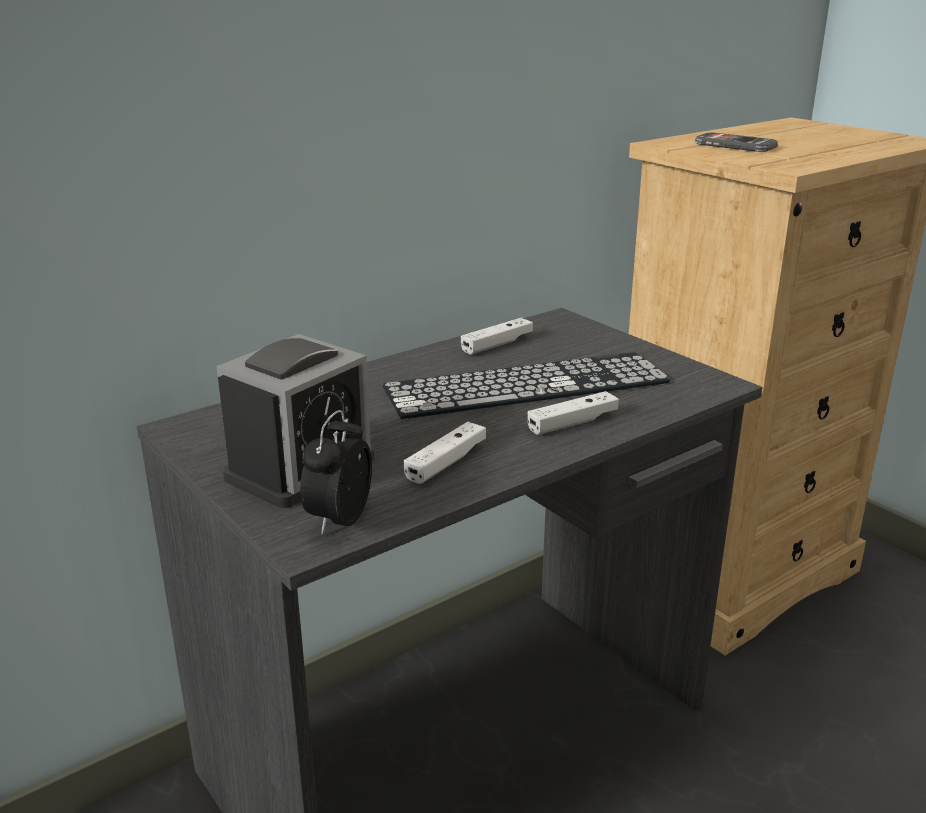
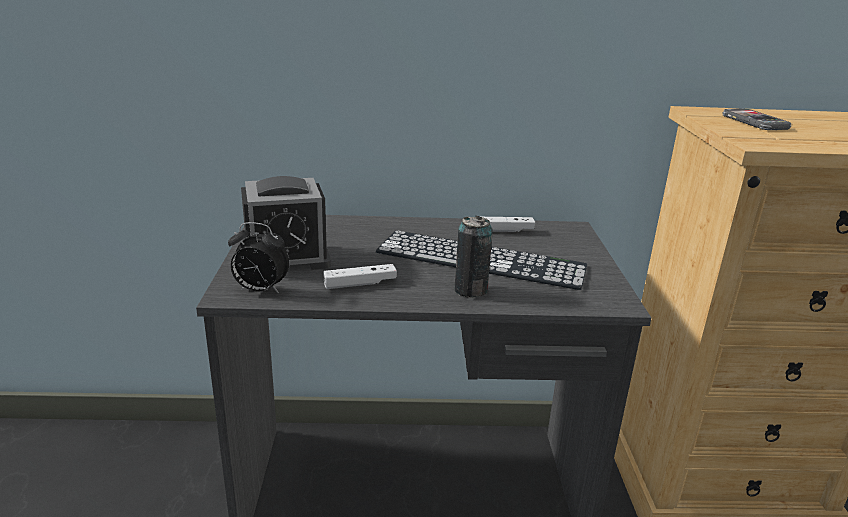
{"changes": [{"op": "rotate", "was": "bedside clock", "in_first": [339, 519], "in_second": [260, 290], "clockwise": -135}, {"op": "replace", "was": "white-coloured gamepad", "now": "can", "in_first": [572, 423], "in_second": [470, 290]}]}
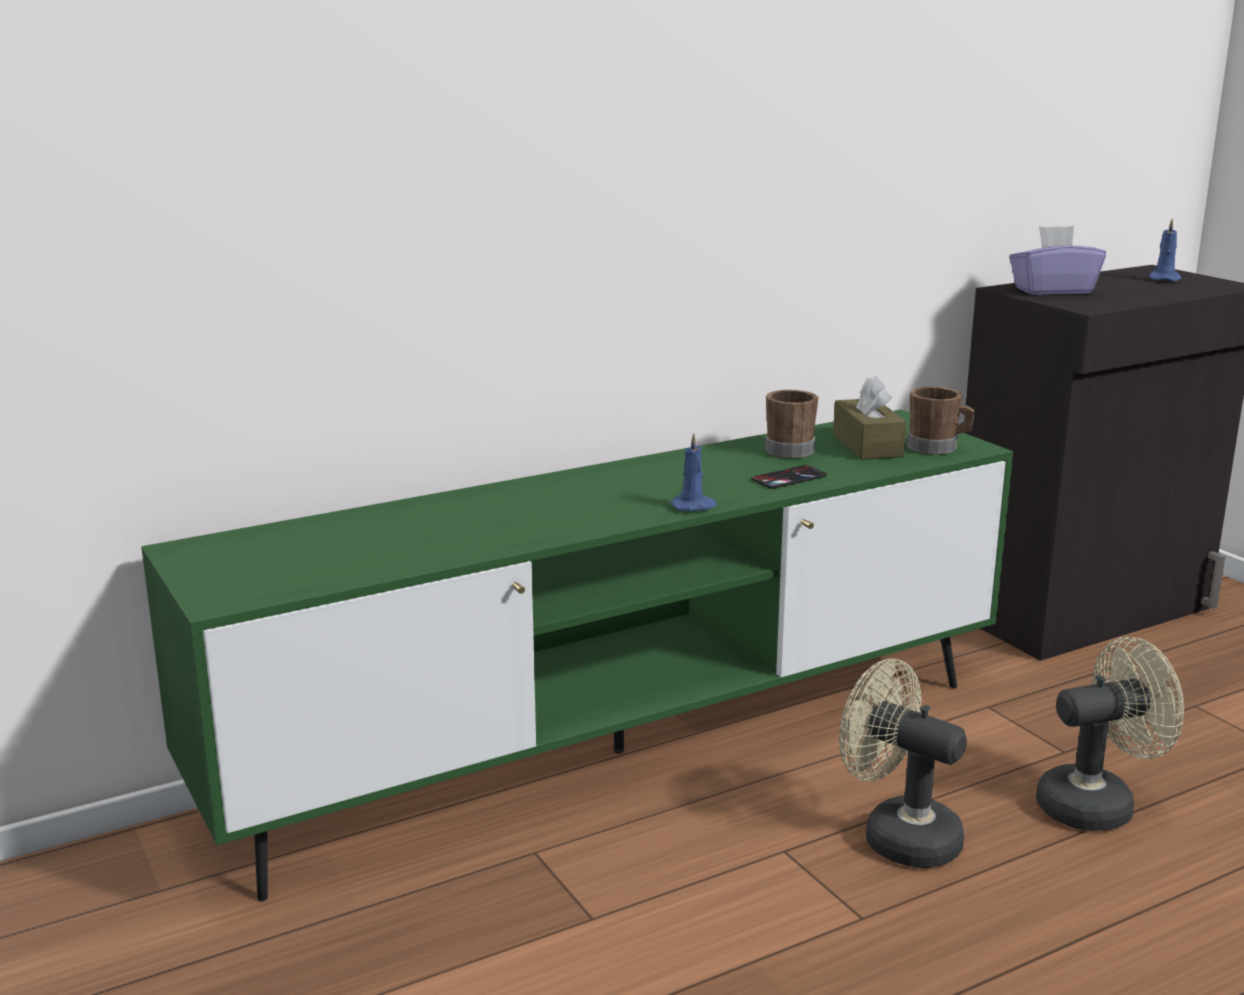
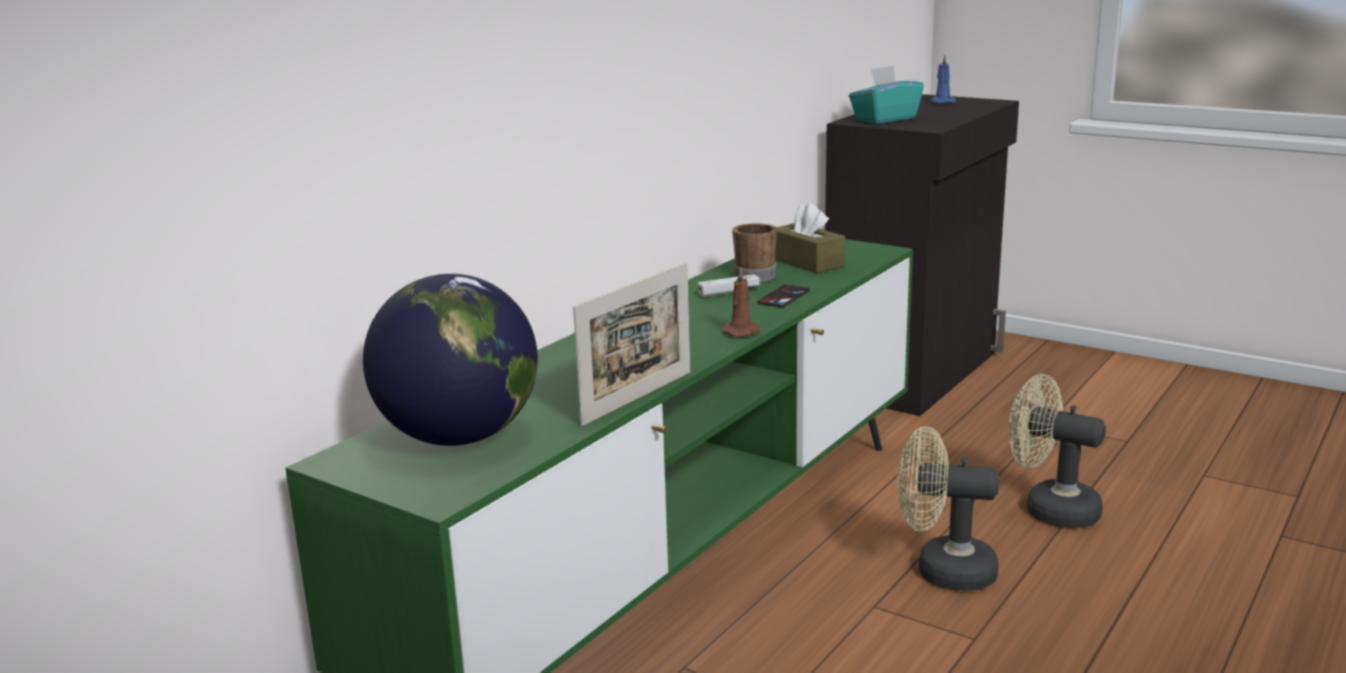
{"changes": [{"op": "recolor", "was": "blue wax candle", "now": "brownish wax candle", "in_first": [694, 506], "in_second": [742, 332]}, {"op": "delete", "was": "brownish coffee mug", "in_first": [938, 448]}, {"op": "recolor", "was": "purple-coloured tissue holder", "now": "blue-green tissue holder", "in_first": [1052, 290], "in_second": [884, 119]}, {"op": "rotate", "was": "sand-coloured electric fan", "in_first": [1097, 804], "in_second": [1050, 509], "clockwise": -105}, {"op": "insert", "now": "desk globe", "in_second": [459, 437]}, {"op": "insert", "now": "picture frame", "in_second": [638, 397]}, {"op": "insert", "now": "white-coloured gamepad", "in_second": [728, 292]}]}
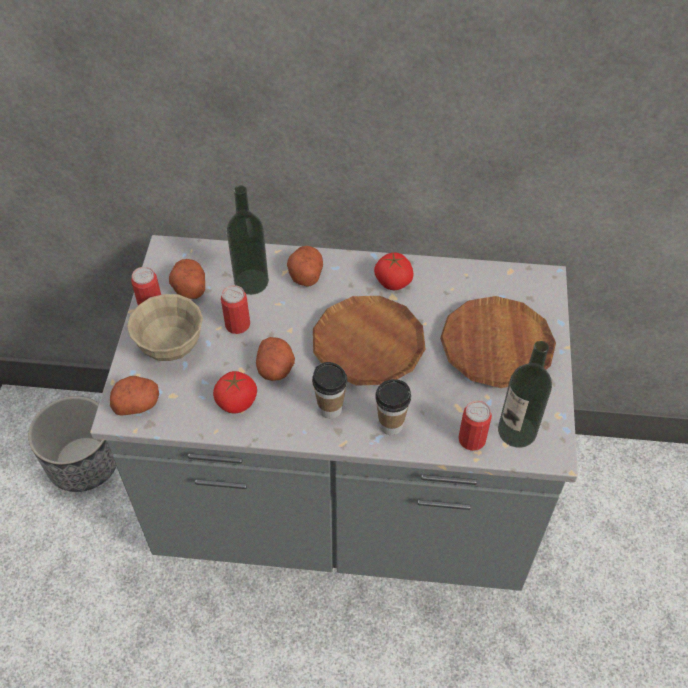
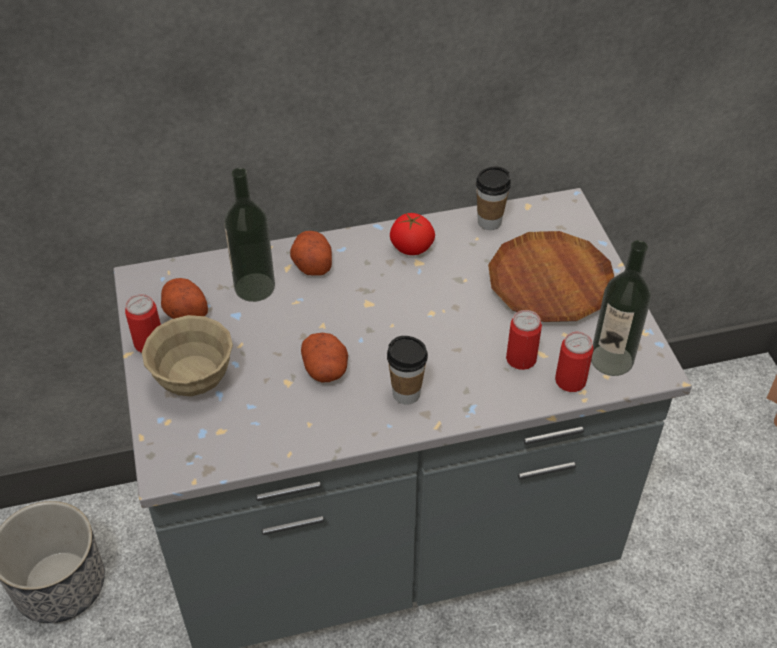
{"changes": [{"op": "delete", "was": "potato", "in_first": [137, 403]}, {"op": "delete", "was": "fresh tomato", "in_first": [236, 402]}, {"op": "move", "was": "can", "in_first": [237, 324], "in_second": [521, 359]}, {"op": "delete", "was": "brownish flat dish", "in_first": [368, 345]}, {"op": "move", "was": "cup", "in_first": [391, 425], "in_second": [489, 222]}]}
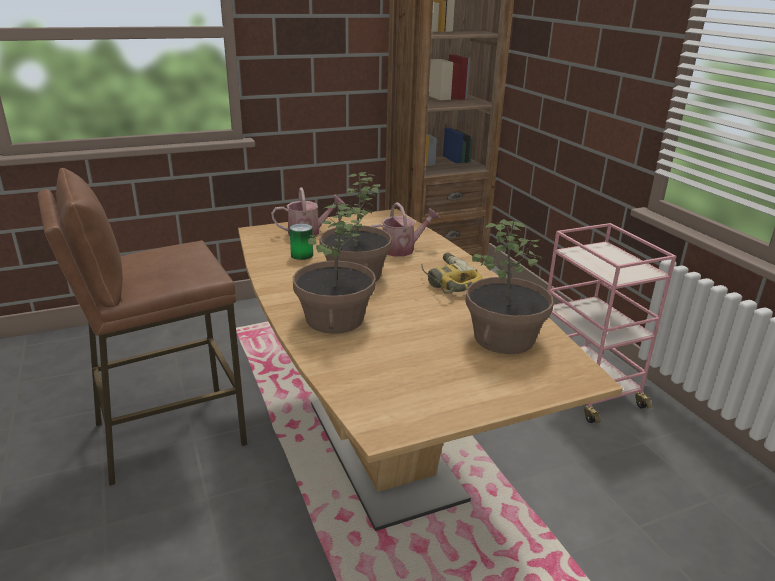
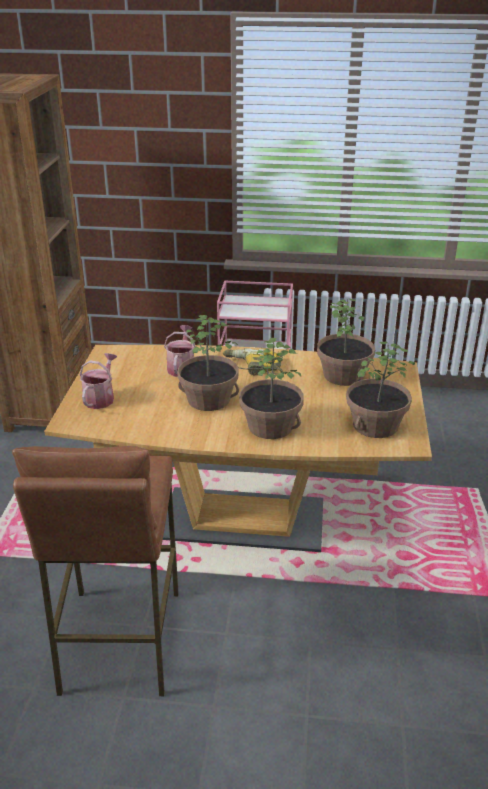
{"changes": [{"op": "delete", "was": "can", "in_first": [302, 255]}, {"op": "insert", "now": "plant in a pot", "in_second": [375, 425]}]}
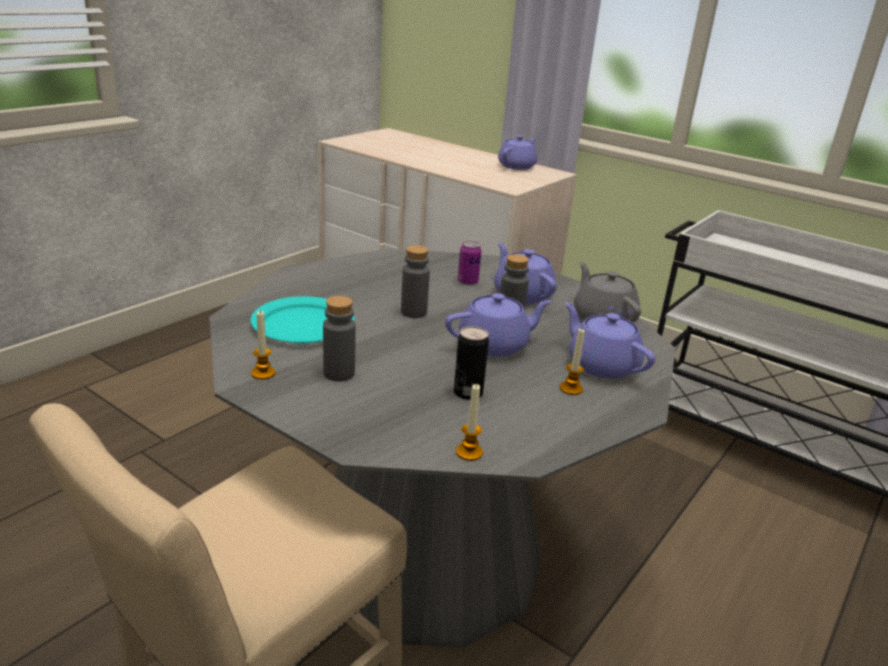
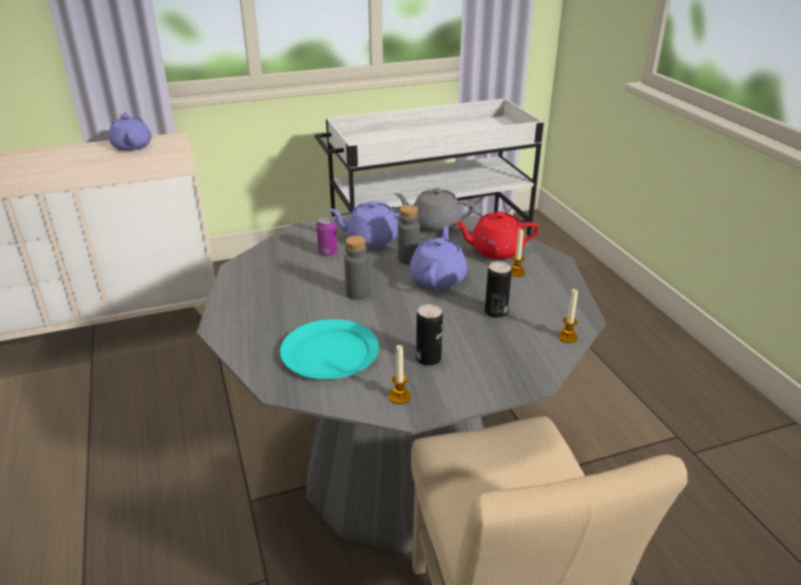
{"changes": [{"op": "replace", "was": "gray drink bottle", "now": "can", "in_first": [339, 373], "in_second": [428, 359]}, {"op": "recolor", "was": "purple-coloured teapot", "now": "red-coloured teapot", "in_first": [601, 365], "in_second": [495, 250]}]}
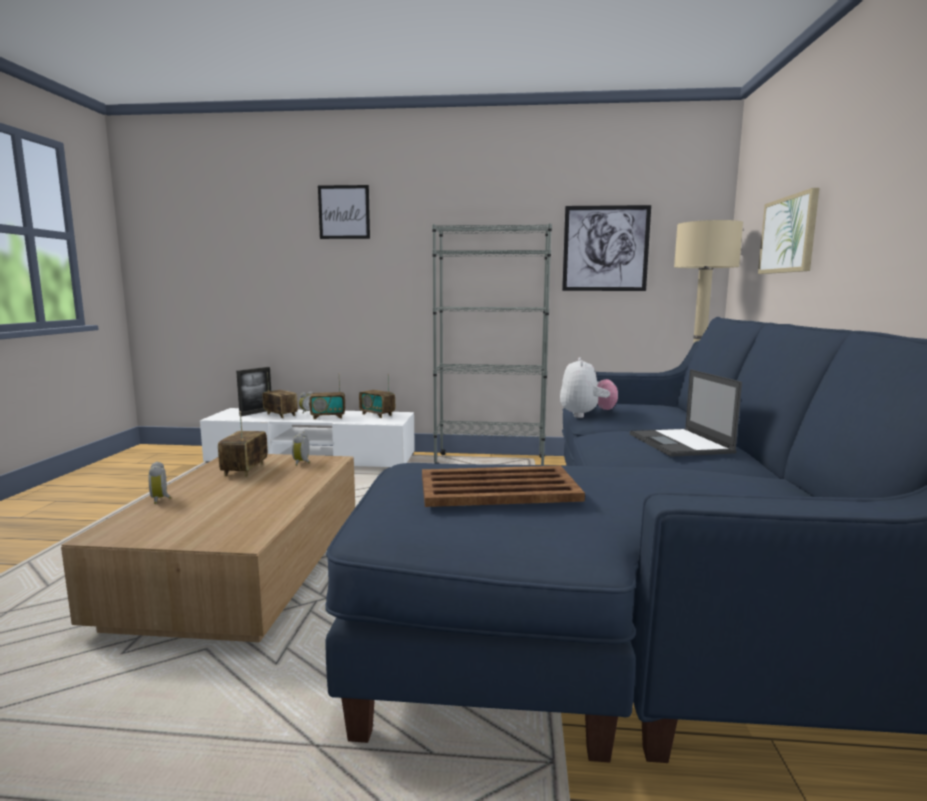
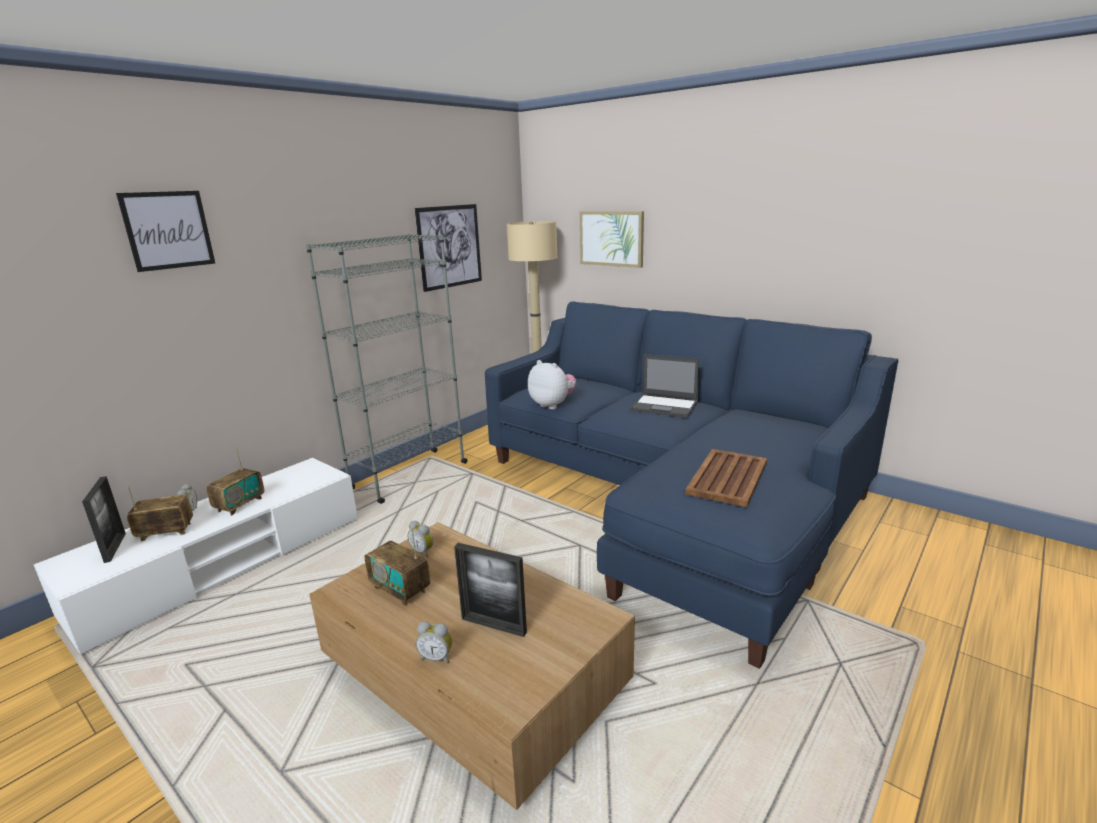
{"changes": [{"op": "delete", "was": "radio", "in_first": [377, 415]}, {"op": "insert", "now": "picture frame", "in_second": [493, 625]}]}
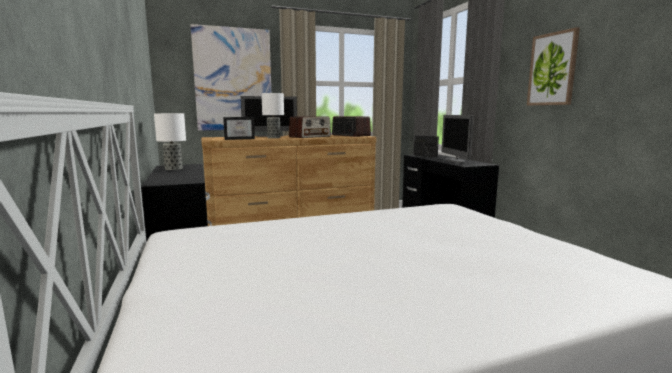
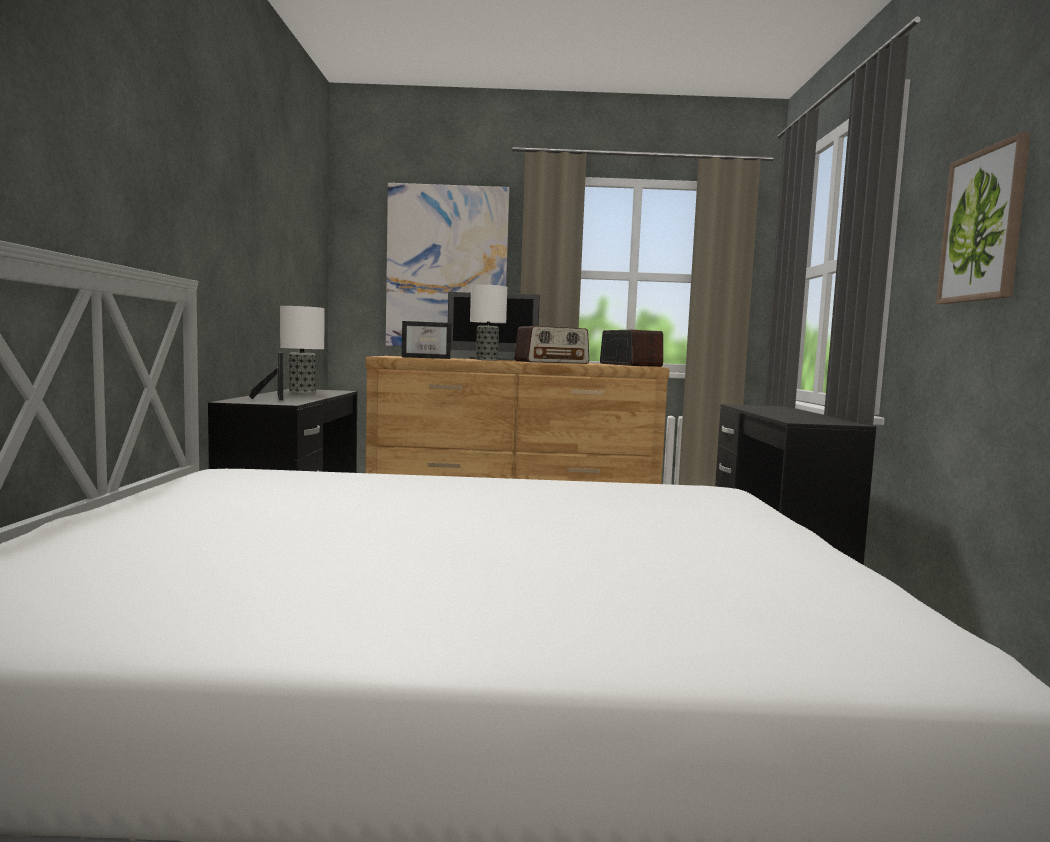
{"changes": [{"op": "move", "was": "picture frame", "in_first": [423, 156], "in_second": [273, 397]}, {"op": "delete", "was": "computer screen", "in_first": [455, 161]}]}
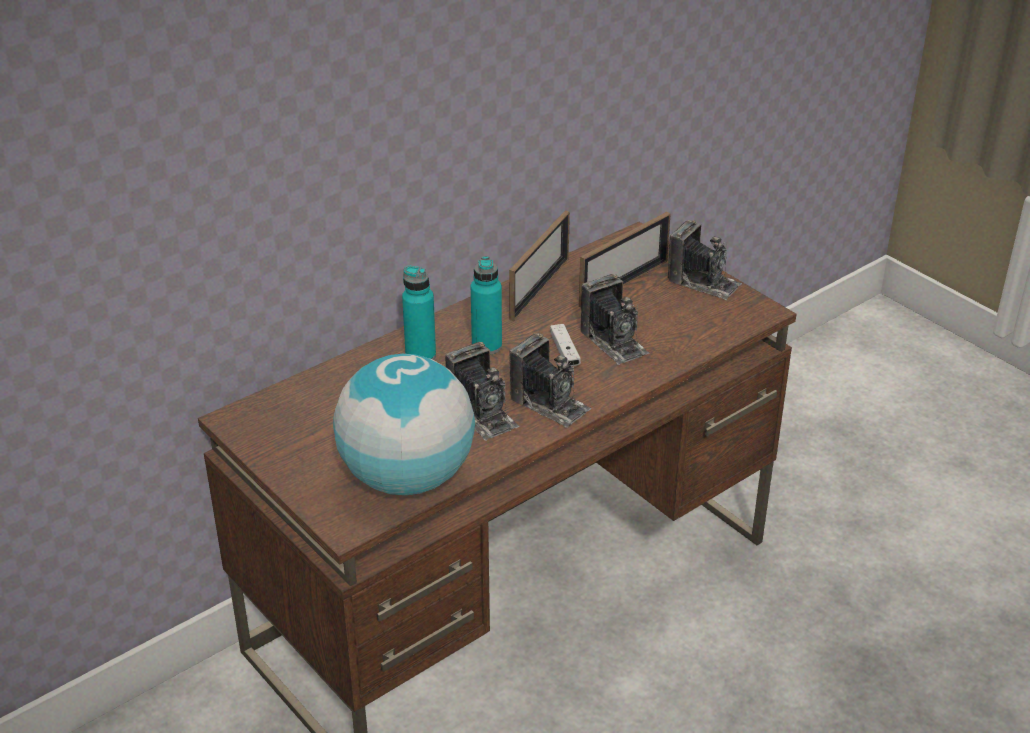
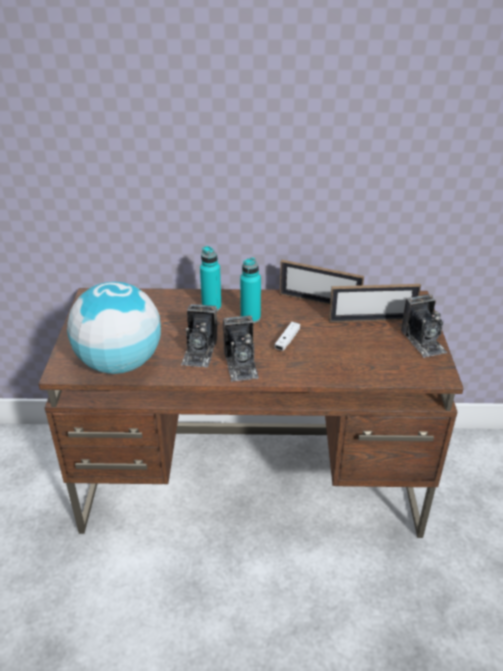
{"changes": [{"op": "rotate", "was": "picture frame", "in_first": [539, 289], "in_second": [319, 301], "clockwise": 45}, {"op": "delete", "was": "photo camera", "in_first": [614, 341]}]}
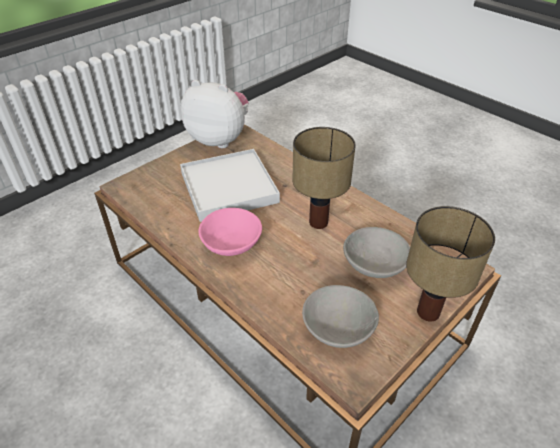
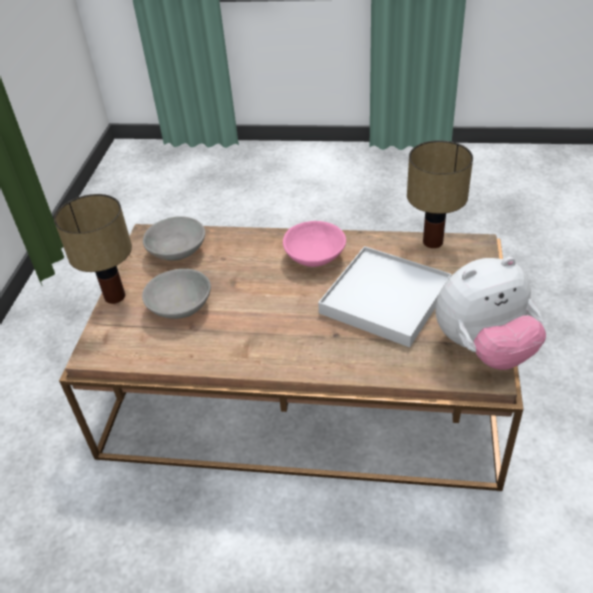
{"changes": [{"op": "move", "was": "tabletop lamp", "in_first": [317, 223], "in_second": [433, 241]}]}
